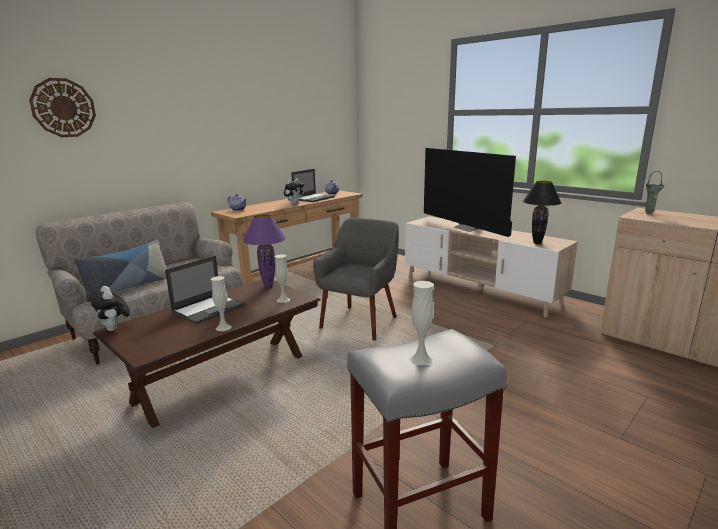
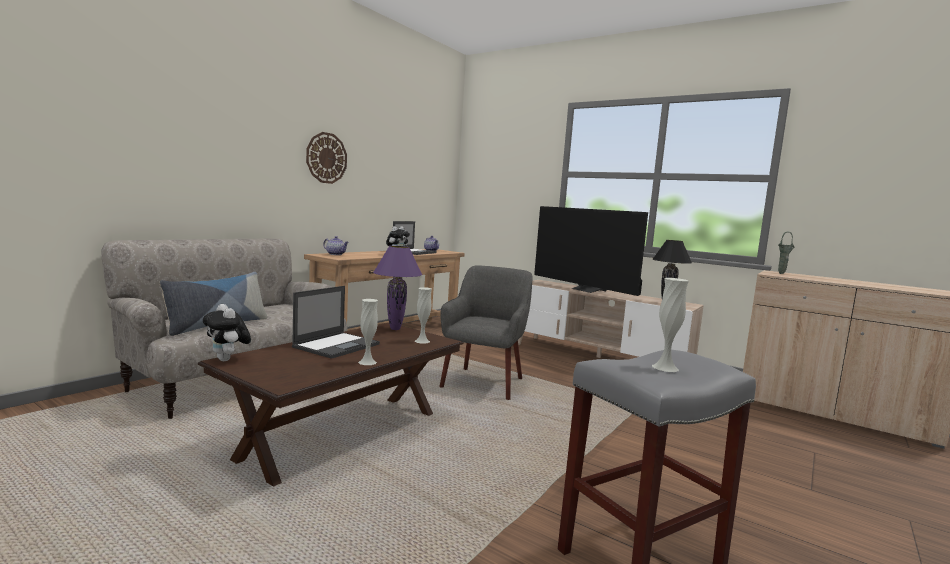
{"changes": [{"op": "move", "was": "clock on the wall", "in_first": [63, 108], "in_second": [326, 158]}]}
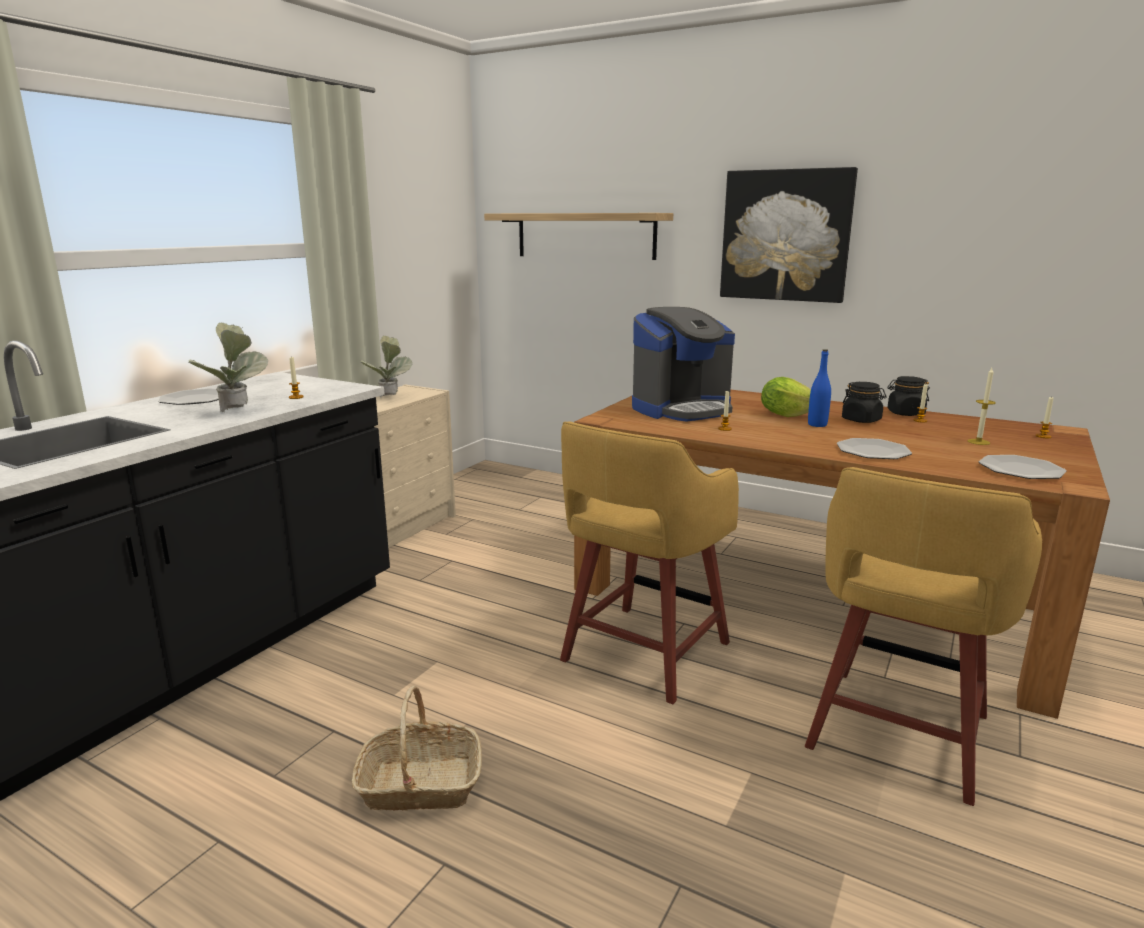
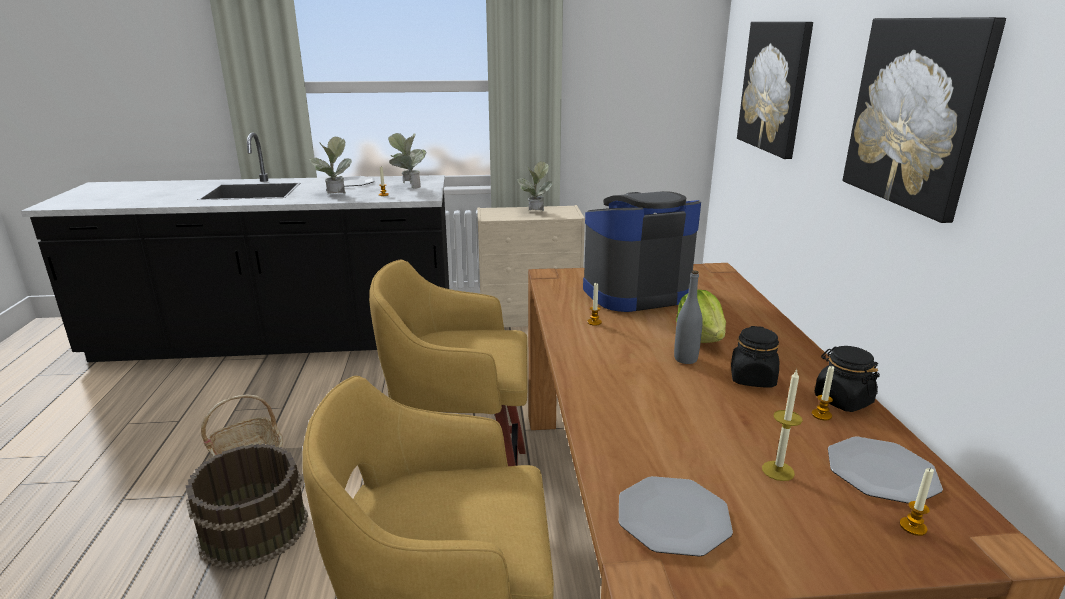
{"changes": [{"op": "replace", "was": "bracket shelf", "now": "wall art", "in_first": [585, 235], "in_second": [774, 87]}, {"op": "rotate", "was": "coffee machine", "in_first": [682, 409], "in_second": [635, 292], "clockwise": 135}, {"op": "recolor", "was": "blue drink bottle", "now": "gray drink bottle", "in_first": [817, 425], "in_second": [685, 359]}, {"op": "move", "was": "flat dish", "in_first": [873, 451], "in_second": [881, 472]}, {"op": "insert", "now": "brownish pail", "in_second": [252, 529]}, {"op": "insert", "now": "plant in a pot", "in_second": [408, 187]}]}
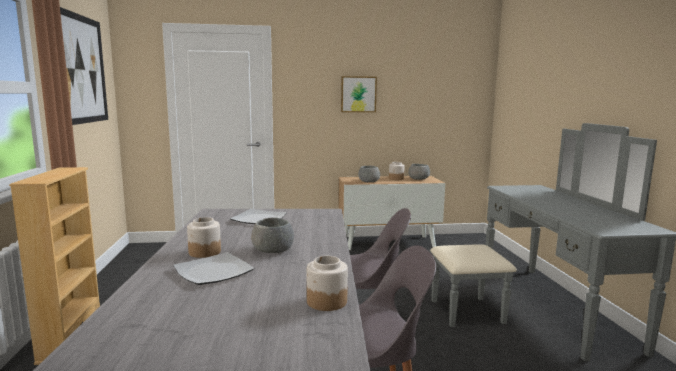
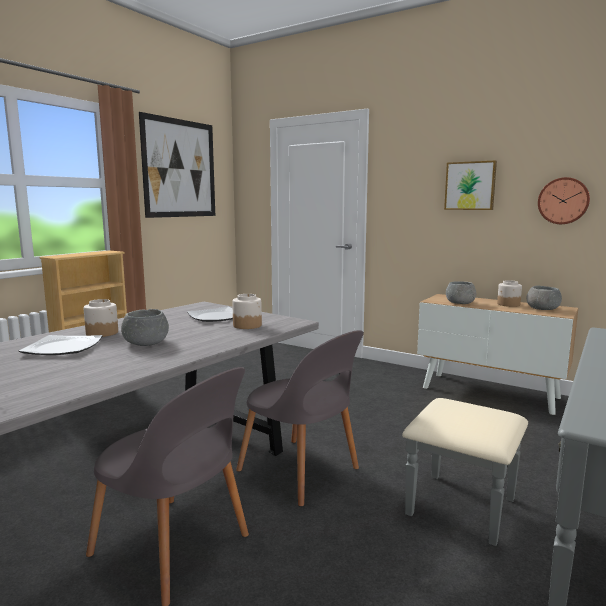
{"changes": [{"op": "move", "was": "storage jar", "in_first": [326, 301], "in_second": [247, 325]}, {"op": "insert", "now": "clock on the wall", "in_second": [563, 201]}]}
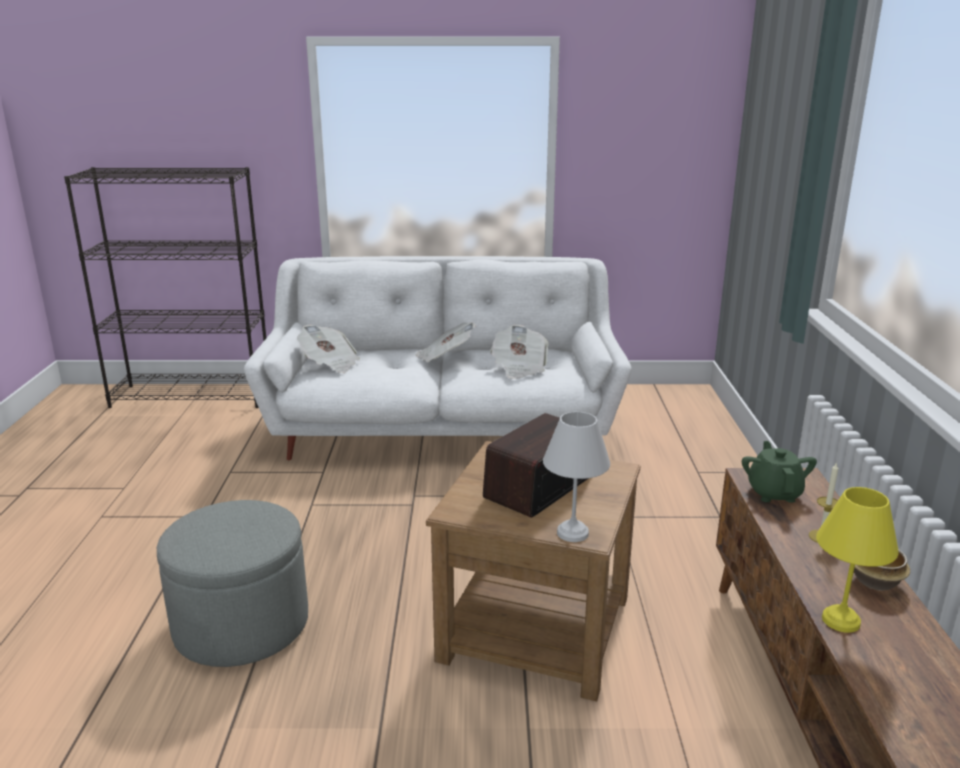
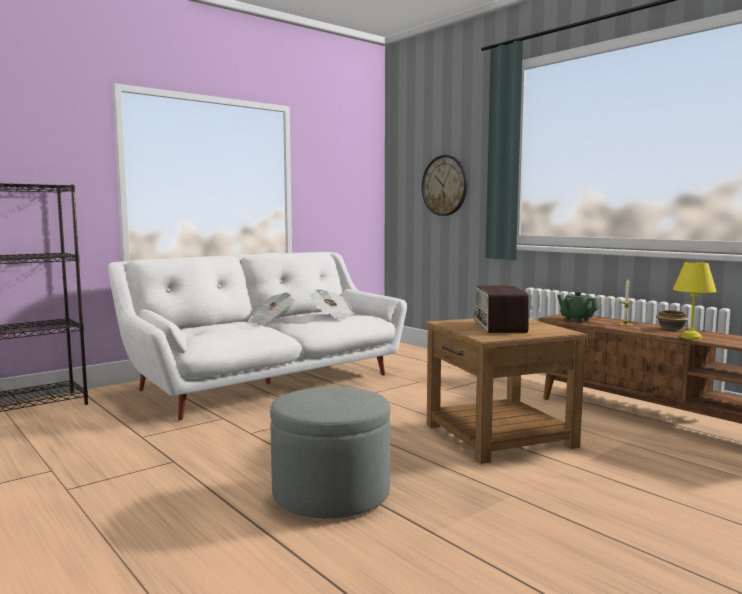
{"changes": [{"op": "delete", "was": "daily paper", "in_first": [330, 364]}, {"op": "delete", "was": "white-coloured tabletop lamp", "in_first": [572, 532]}, {"op": "insert", "now": "clock on the wall", "in_second": [445, 185]}]}
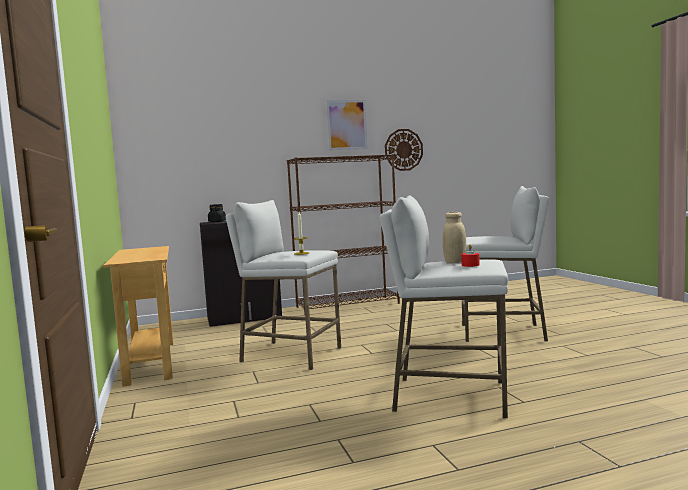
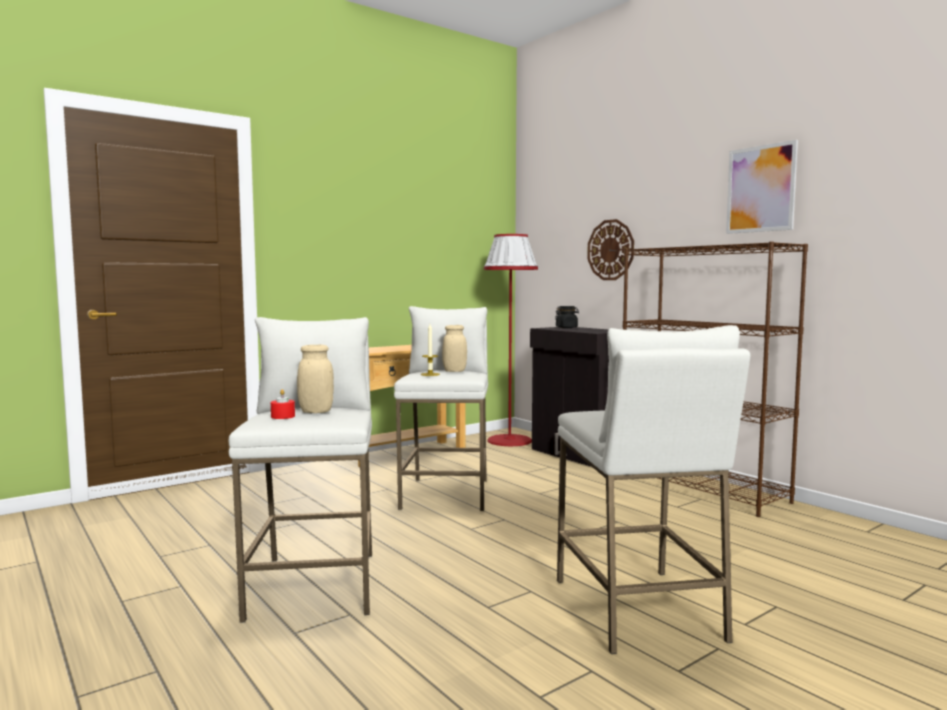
{"changes": [{"op": "move", "was": "clock on the wall", "in_first": [403, 150], "in_second": [610, 250]}, {"op": "insert", "now": "sand-coloured storage jar", "in_second": [454, 371]}, {"op": "insert", "now": "red-coloured standing lamp", "in_second": [509, 440]}]}
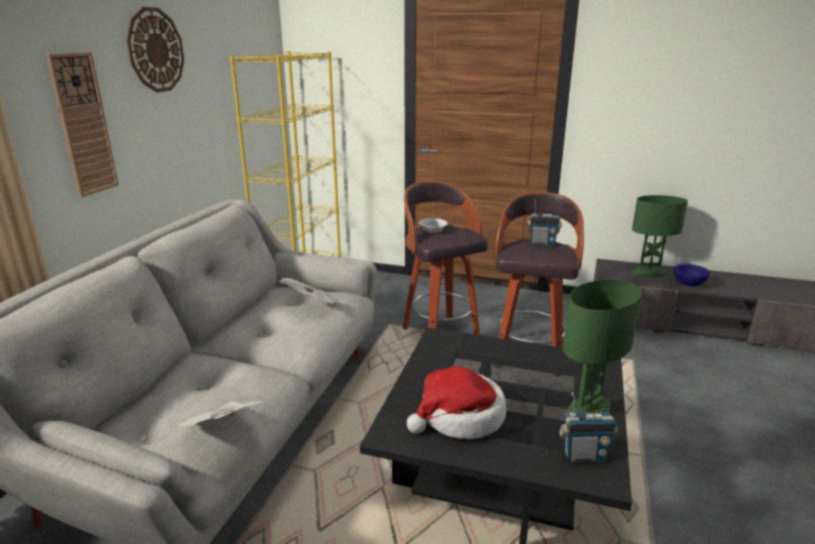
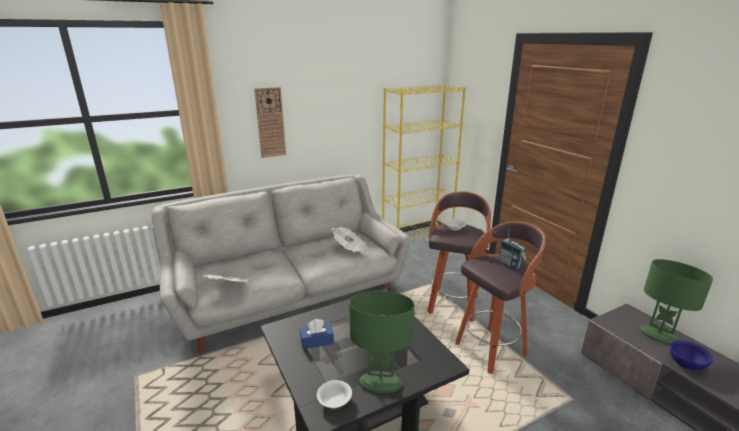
{"changes": [{"op": "delete", "was": "clock on the wall", "in_first": [155, 50]}, {"op": "replace", "was": "wearable hat", "now": "blue tissue holder", "in_first": [460, 417], "in_second": [317, 341]}, {"op": "replace", "was": "radio", "now": "white-coloured bowl", "in_first": [584, 456], "in_second": [335, 400]}]}
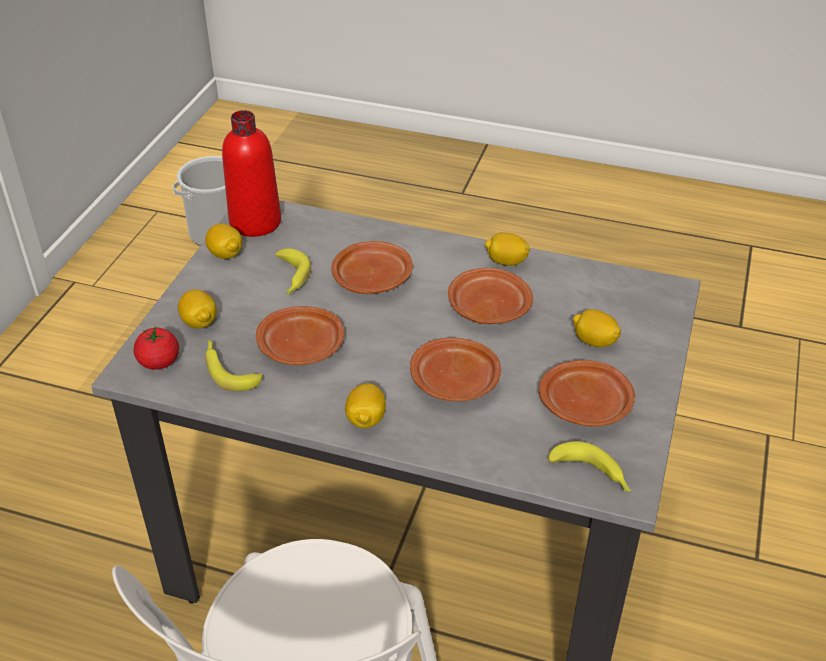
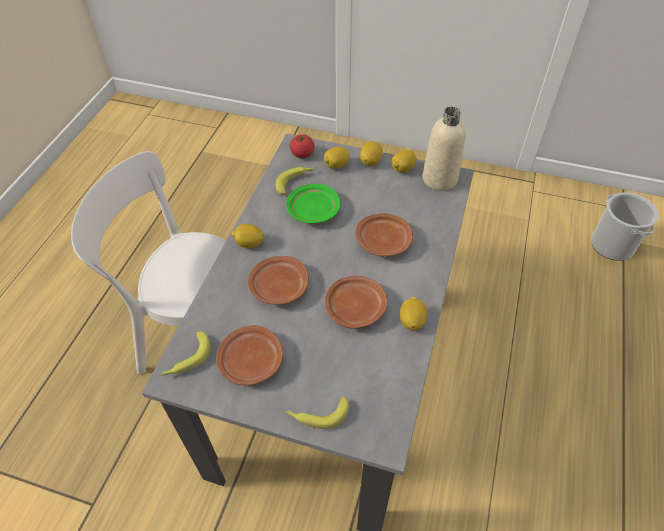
{"changes": [{"op": "recolor", "was": "red-coloured drink bottle", "now": "sand-coloured drink bottle", "in_first": [255, 222], "in_second": [439, 179]}, {"op": "recolor", "was": "brownish flat dish", "now": "green-coloured flat dish", "in_first": [302, 348], "in_second": [313, 211]}, {"op": "move", "was": "banana fruit", "in_first": [291, 278], "in_second": [317, 414]}, {"op": "move", "was": "citrus fruit", "in_first": [594, 341], "in_second": [370, 161]}]}
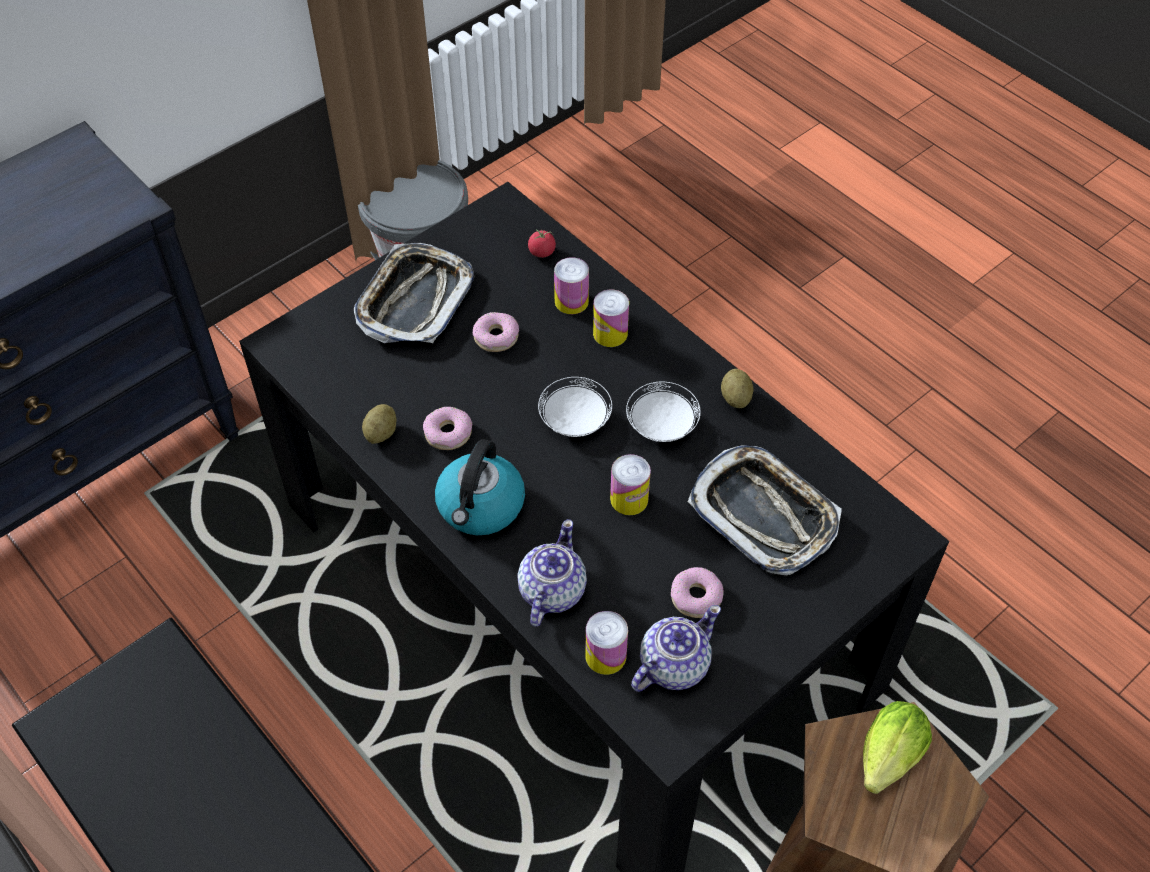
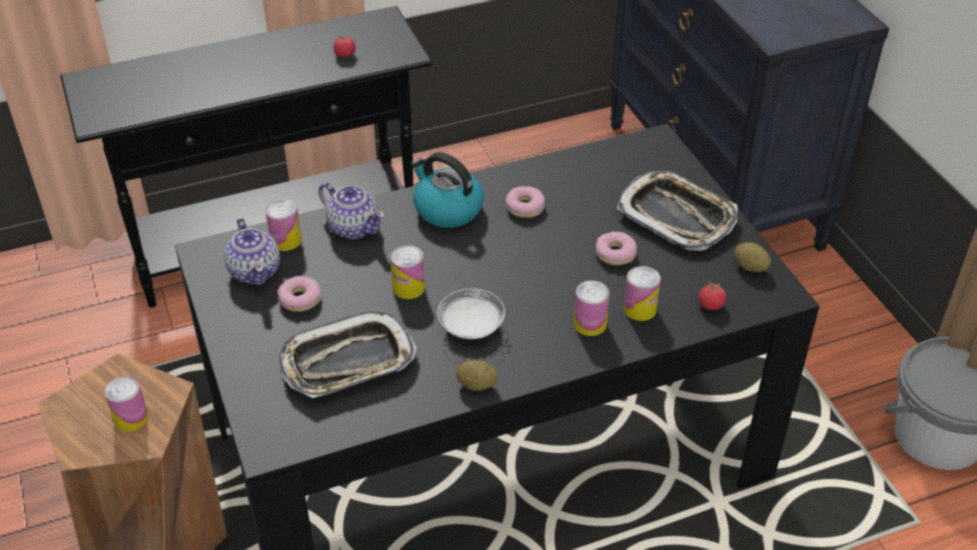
{"changes": [{"op": "move", "was": "potato", "in_first": [381, 433], "in_second": [750, 267]}, {"op": "delete", "was": "white-coloured flat dish", "in_first": [574, 420]}, {"op": "replace", "was": "head of lettuce", "now": "can", "in_first": [886, 761], "in_second": [131, 418]}, {"op": "insert", "now": "fresh tomato", "in_second": [345, 55]}]}
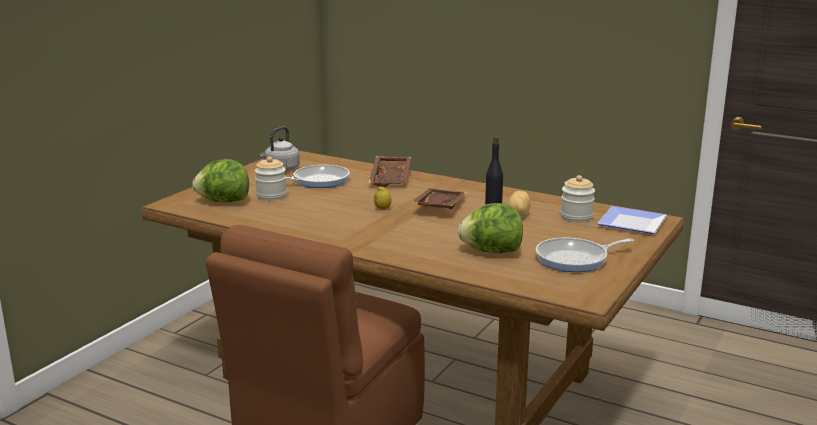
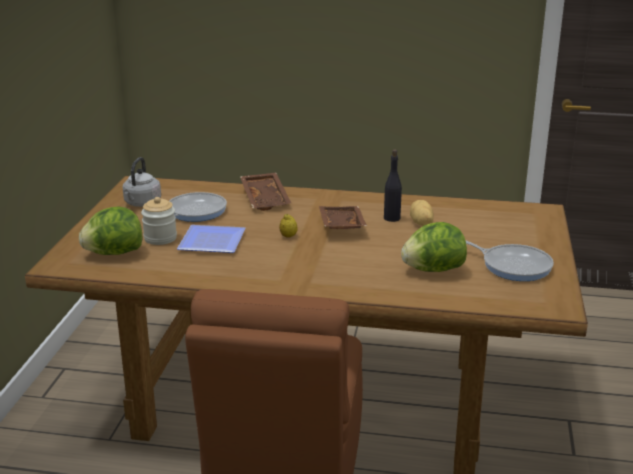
{"changes": [{"op": "rotate", "was": "skillet", "in_first": [575, 259], "in_second": [513, 266], "clockwise": -105}, {"op": "delete", "was": "storage jar", "in_first": [576, 217]}, {"op": "move", "was": "flat dish", "in_first": [633, 224], "in_second": [213, 243]}]}
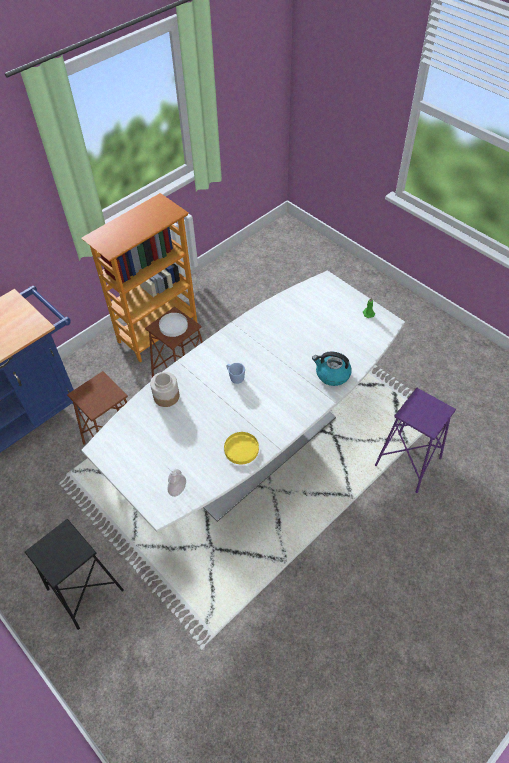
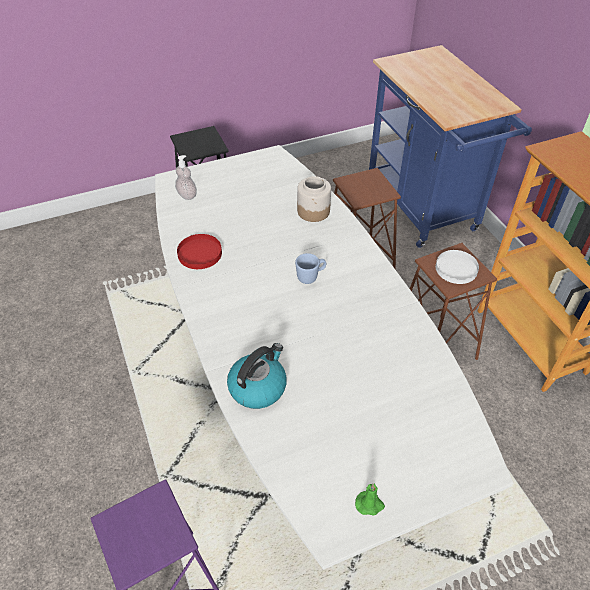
{"changes": [{"op": "recolor", "was": "yellow flat dish", "now": "red-coloured flat dish", "in_first": [241, 449], "in_second": [200, 253]}]}
